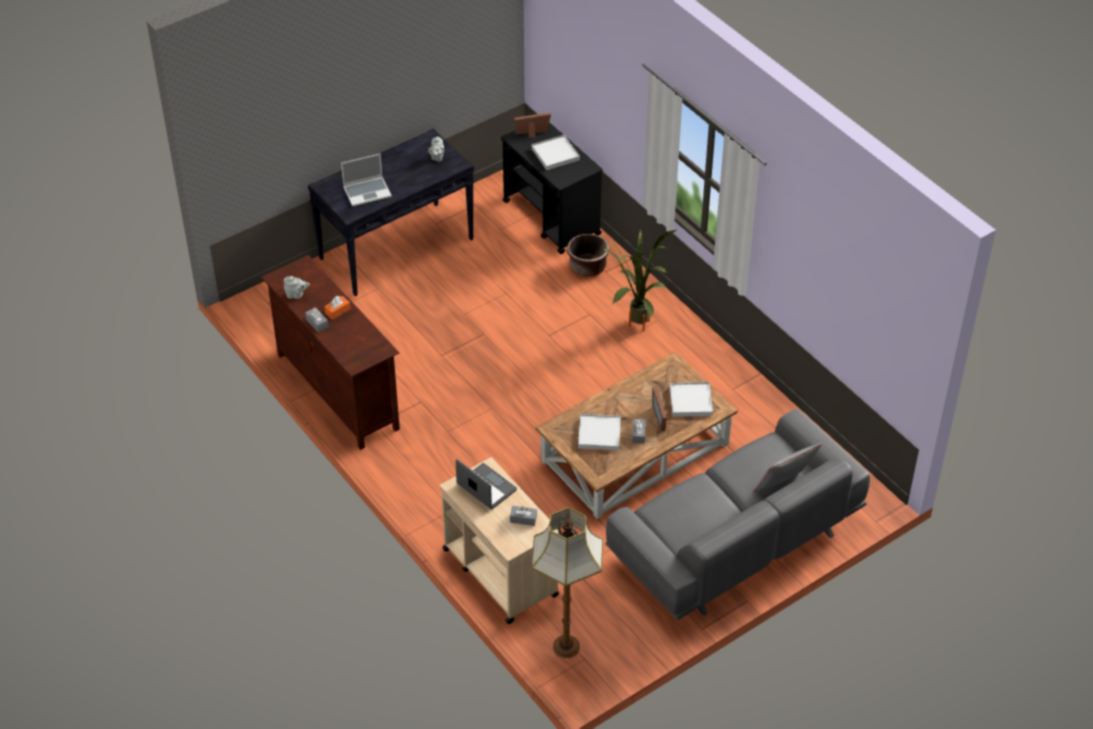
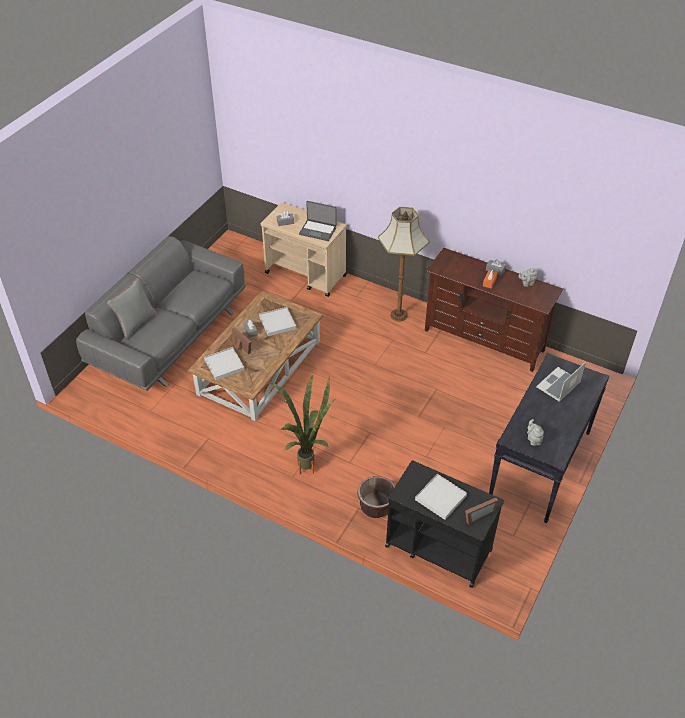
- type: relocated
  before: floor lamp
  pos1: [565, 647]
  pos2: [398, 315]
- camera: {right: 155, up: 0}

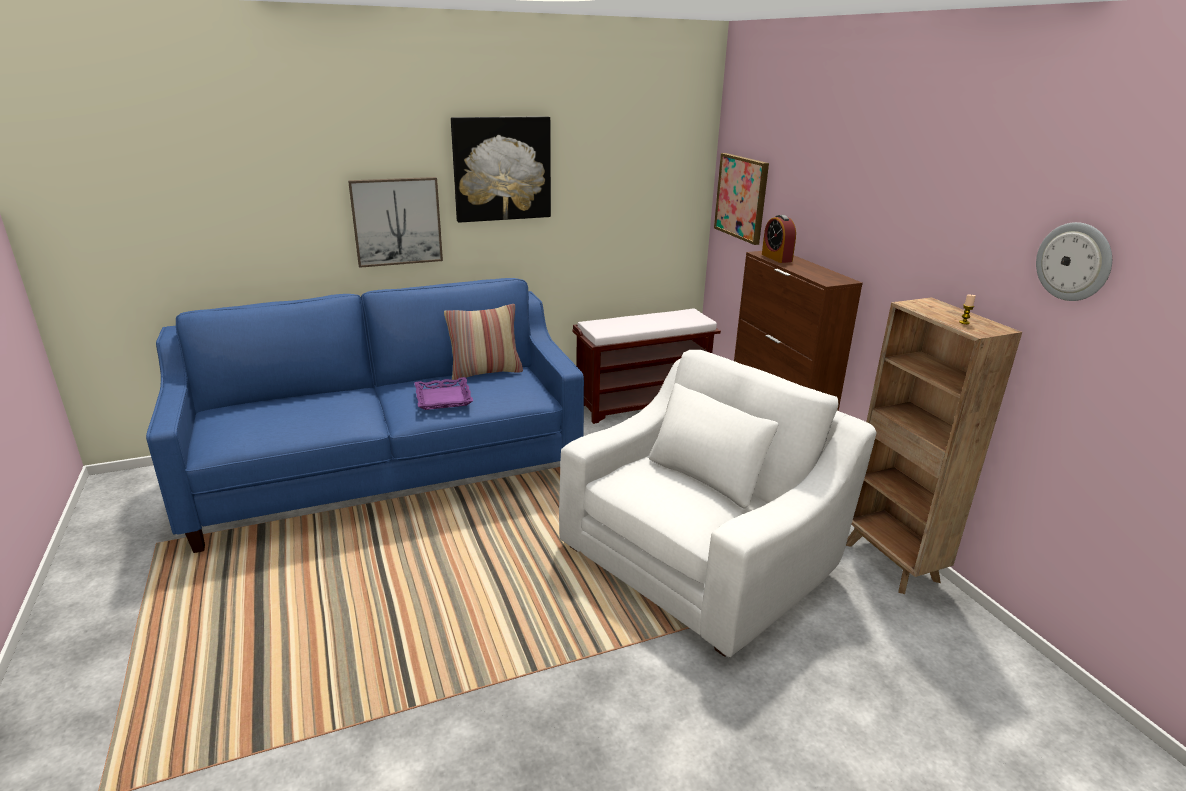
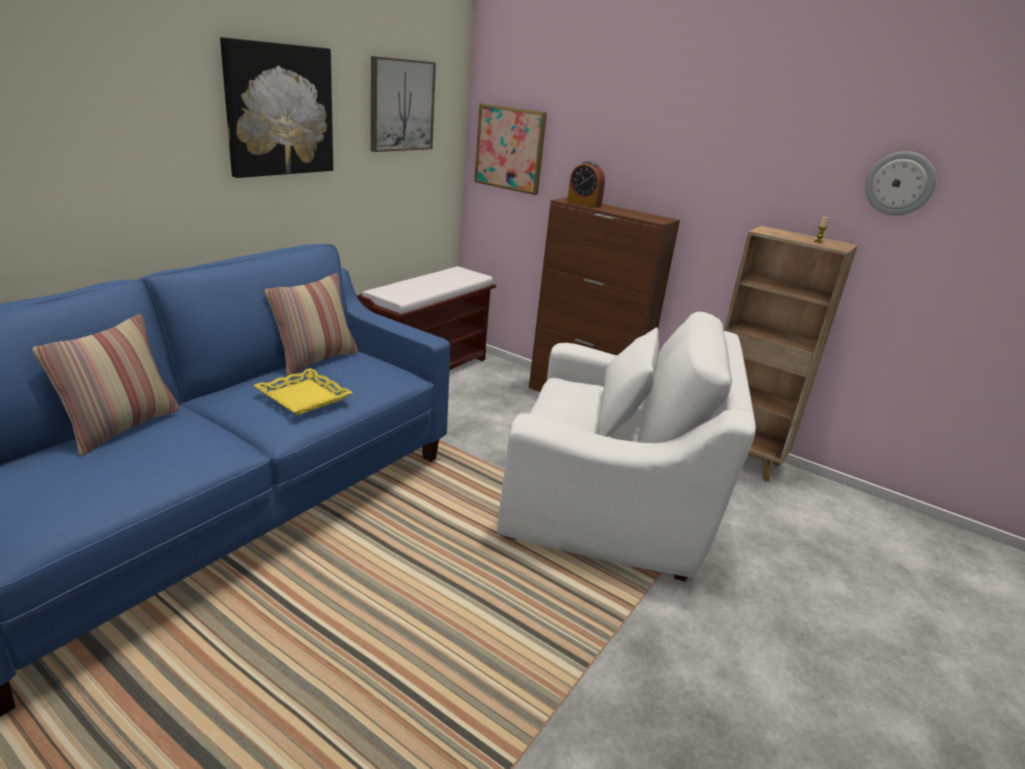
- type: appeared
  after: pillow
  pos2: [121, 427]
- type: relocated
  before: wall picture
  pos1: [397, 221]
  pos2: [401, 105]
- type: colour
  before: purple-coloured serving tray
  after: yellow serving tray
  pos1: [444, 398]
  pos2: [304, 397]
- type: spun
  before: white easy chair
  pos1: [700, 557]
  pos2: [613, 500]
  turn: 90
- camera: {right: -35, up: 0}

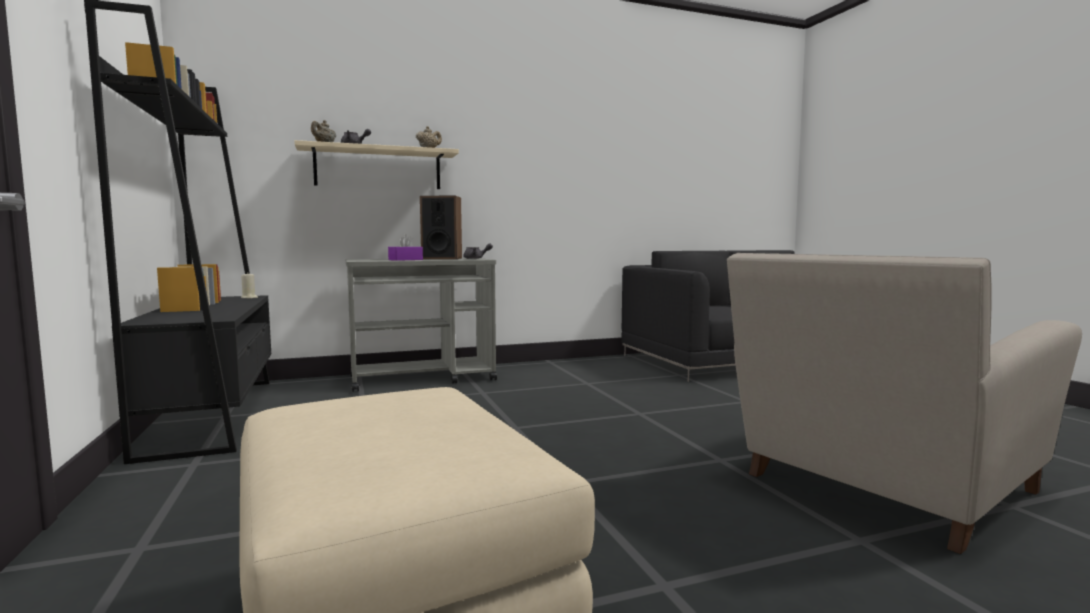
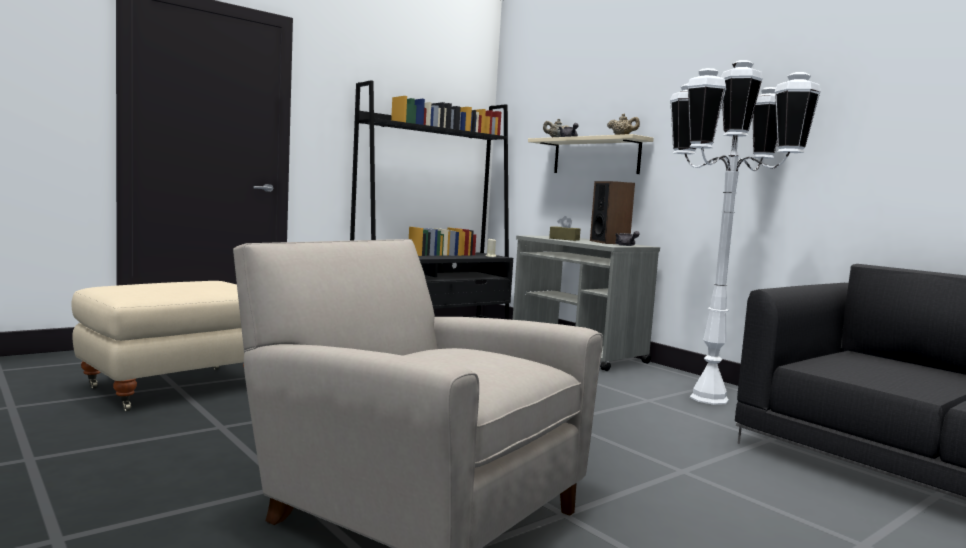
- type: appeared
  after: white floor lamp
  pos2: [710, 399]
- type: colour
  before: purple-coloured box of tissues
  after: brown box of tissues
  pos1: [405, 260]
  pos2: [564, 239]
- camera: {right: 70, up: 0}

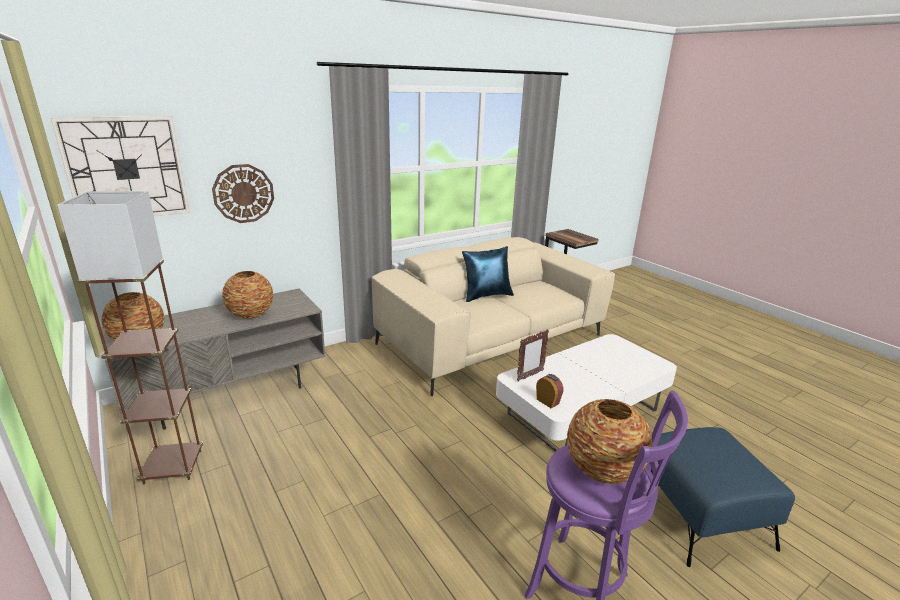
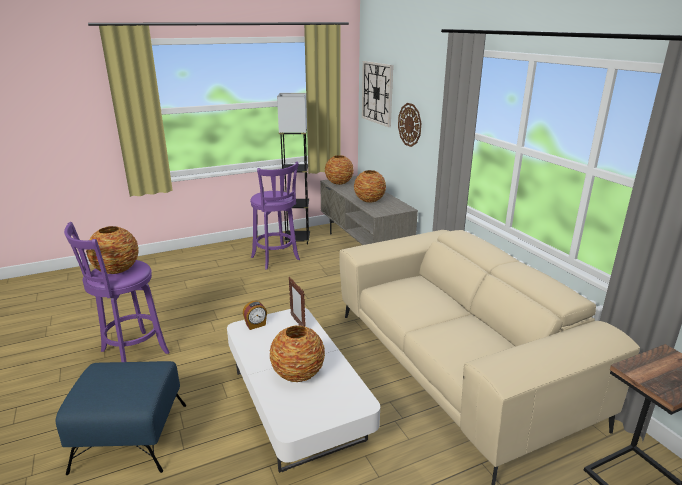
- type: missing
  before: bluish pillow
  pos1: [486, 295]
- type: appeared
  after: purple-coloured stool seat
  pos2: [276, 259]
- type: appeared
  after: flower vase
  pos2: [297, 374]
- type: colour
  before: brown floor lamp
  after: gray floor lamp
  pos1: [173, 466]
  pos2: [297, 240]
- camera: {right: 100, up: 0}

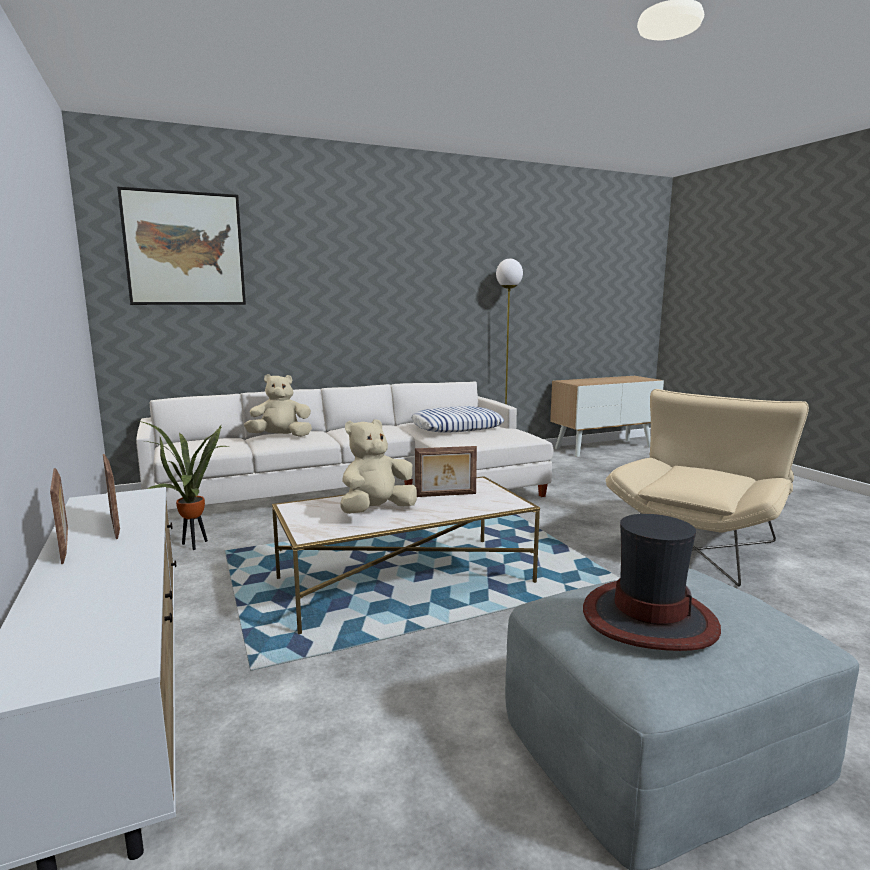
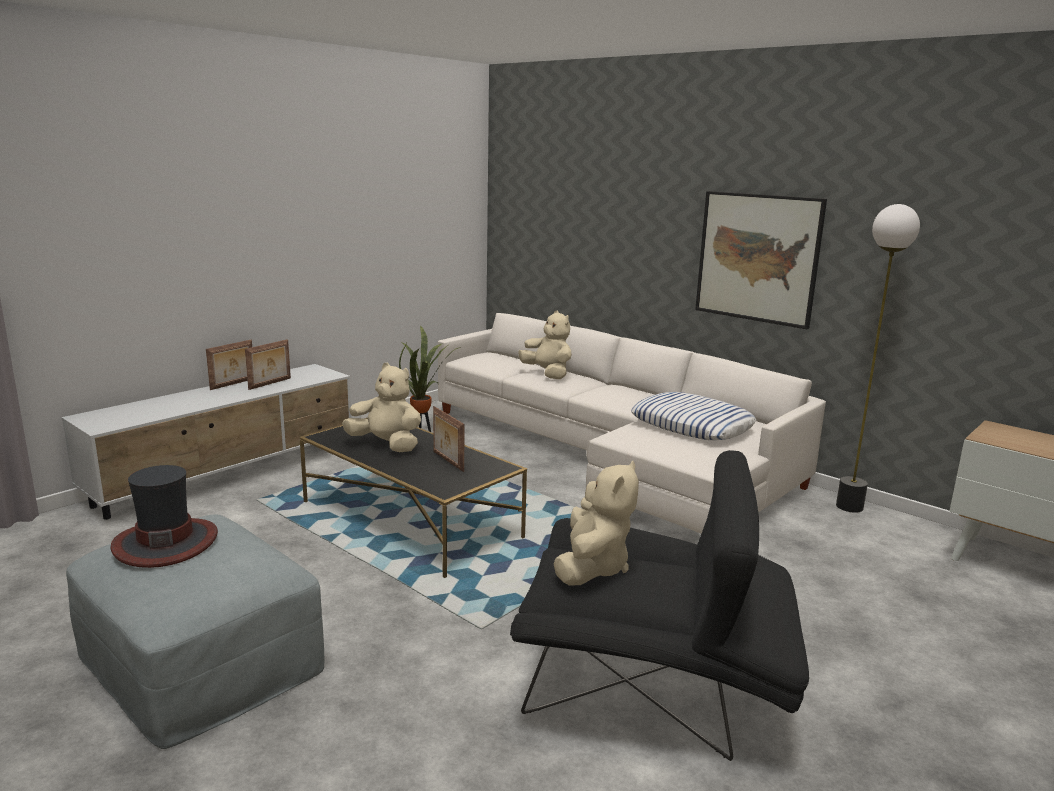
- type: appeared
  after: sand-coloured cuddly toy
  pos2: [592, 567]
- type: relocated
  before: wall picture
  pos1: [185, 249]
  pos2: [758, 258]
- type: colour
  before: white lounge table
  after: blackish lounge table
  pos1: [406, 581]
  pos2: [410, 520]
- type: colour
  before: sand-coloured easy chair
  after: blackish easy chair
  pos1: [700, 543]
  pos2: [653, 685]
- camera: {right: 65, up: 5}

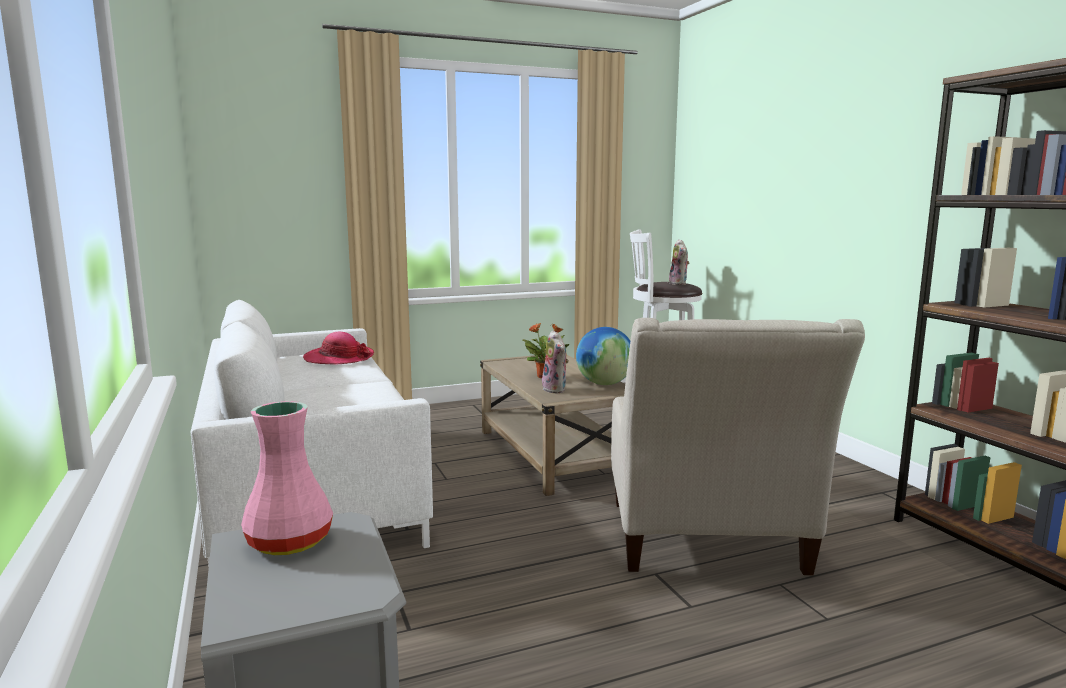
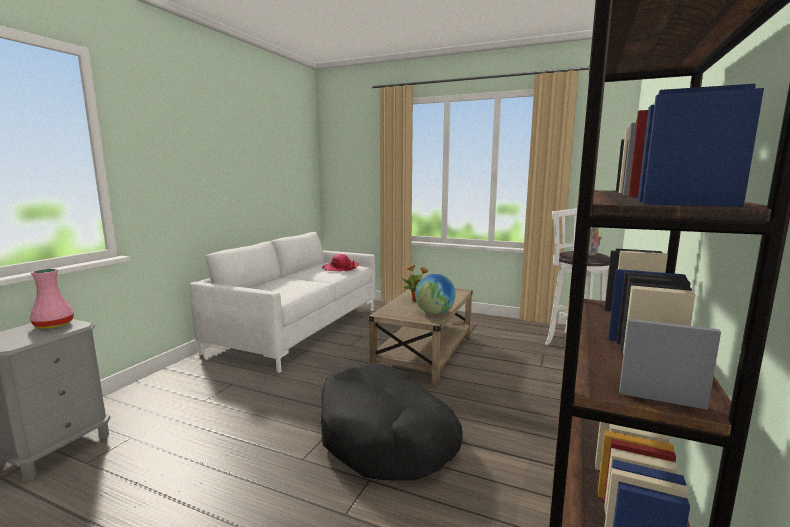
- type: missing
  before: cuddly toy
  pos1: [556, 389]
- type: exchanged
  before: sand-coloured easy chair
  after: blackish dog bed
  pos1: [707, 544]
  pos2: [386, 436]
- camera: {right: 45, up: 0}

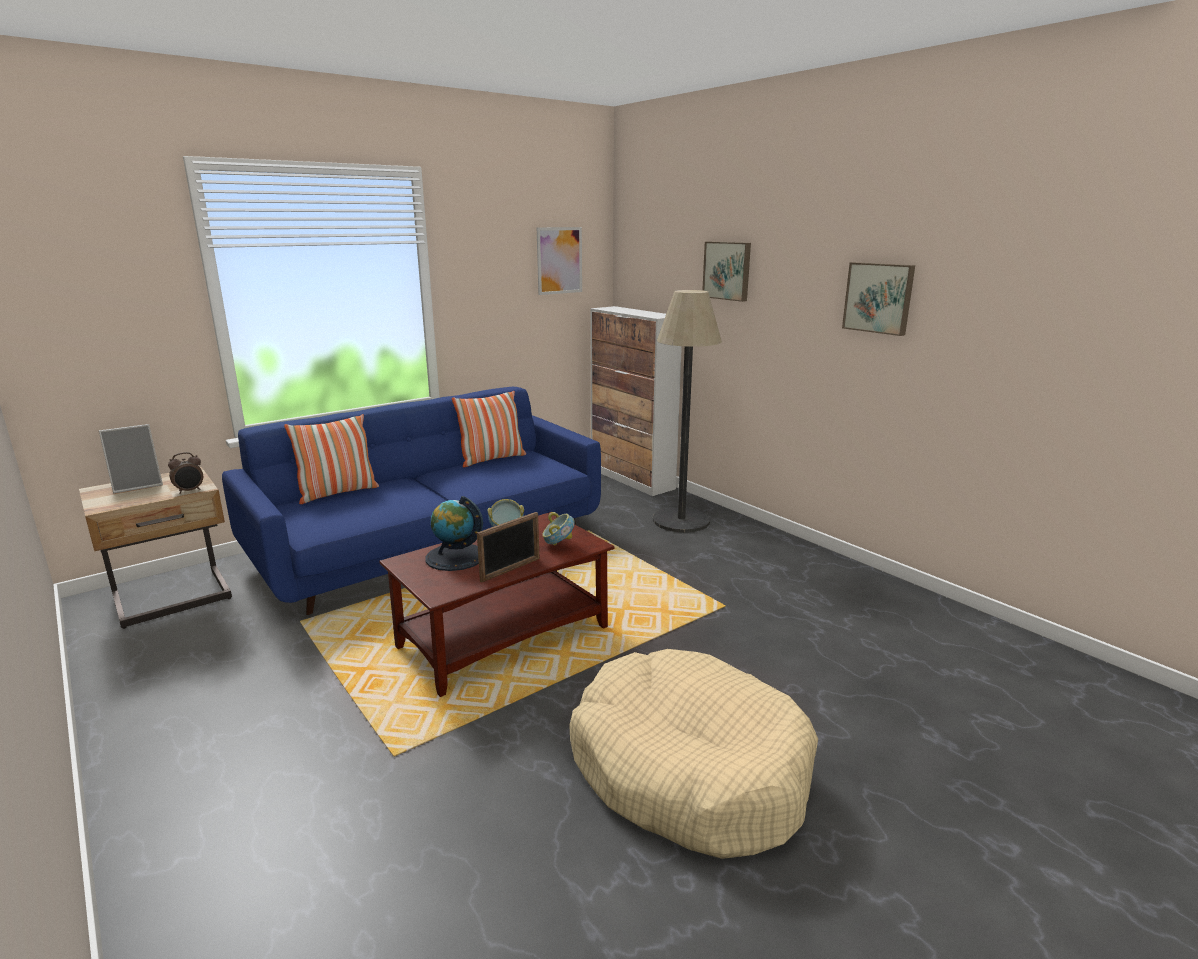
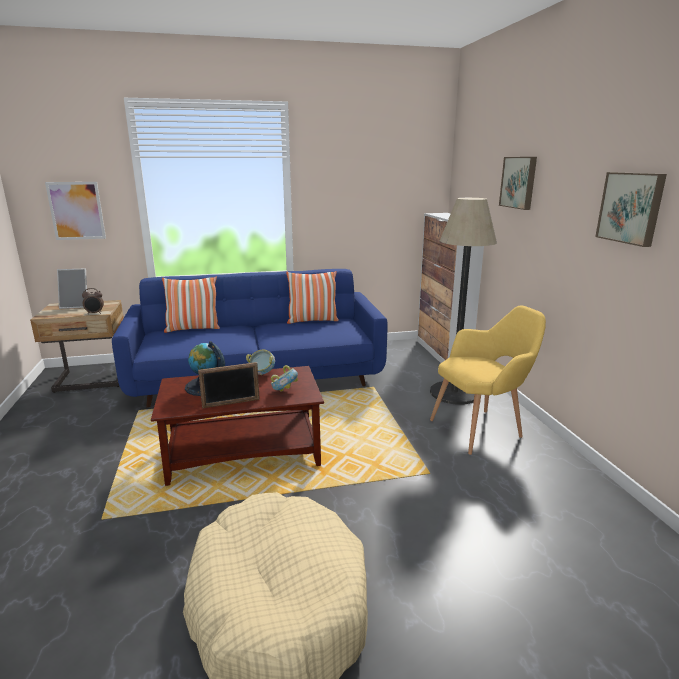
- type: appeared
  after: yellow easy chair
  pos2: [482, 429]
- type: relocated
  before: wall picture
  pos1: [559, 260]
  pos2: [76, 211]
- camera: {right: 25, up: 0}

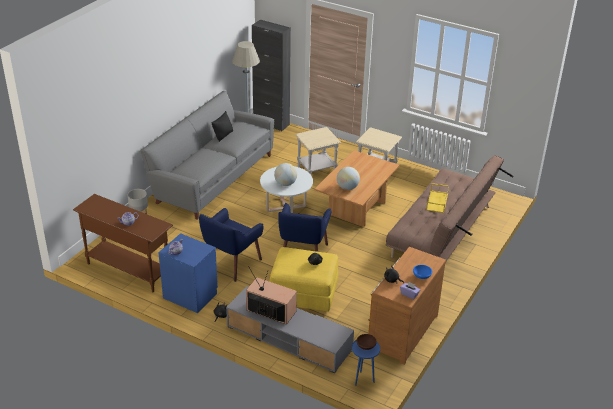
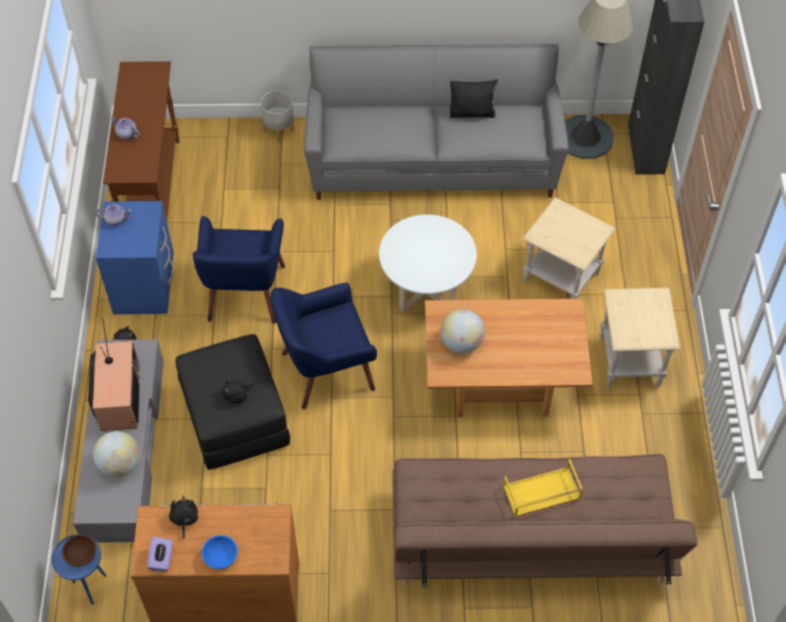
- type: relocated
  before: globe
  pos1: [285, 184]
  pos2: [120, 465]
- type: colour
  before: yellow ottoman
  after: blackish ottoman
  pos1: [304, 293]
  pos2: [236, 417]
- type: spun
  before: bluish easy chair
  pos1: [231, 263]
  pos2: [245, 293]
  turn: -90
- camera: {right: 60, up: 20}

